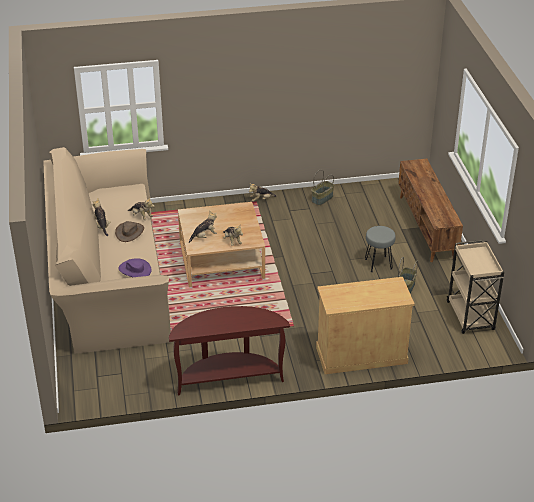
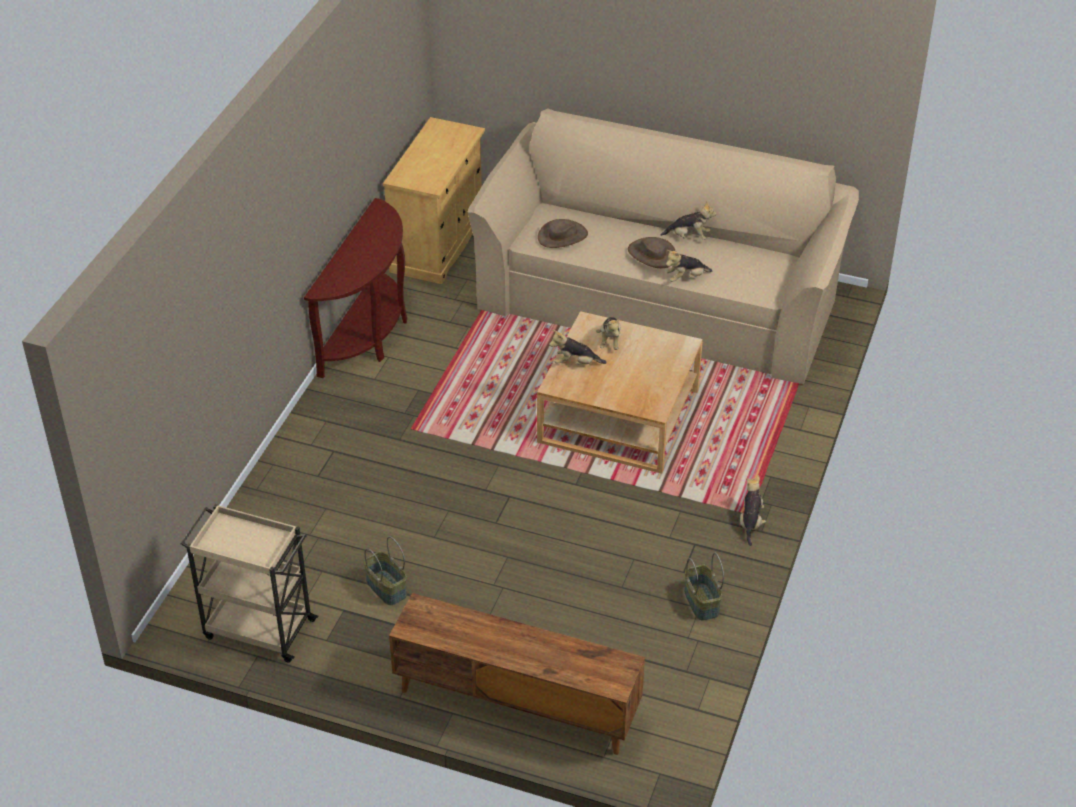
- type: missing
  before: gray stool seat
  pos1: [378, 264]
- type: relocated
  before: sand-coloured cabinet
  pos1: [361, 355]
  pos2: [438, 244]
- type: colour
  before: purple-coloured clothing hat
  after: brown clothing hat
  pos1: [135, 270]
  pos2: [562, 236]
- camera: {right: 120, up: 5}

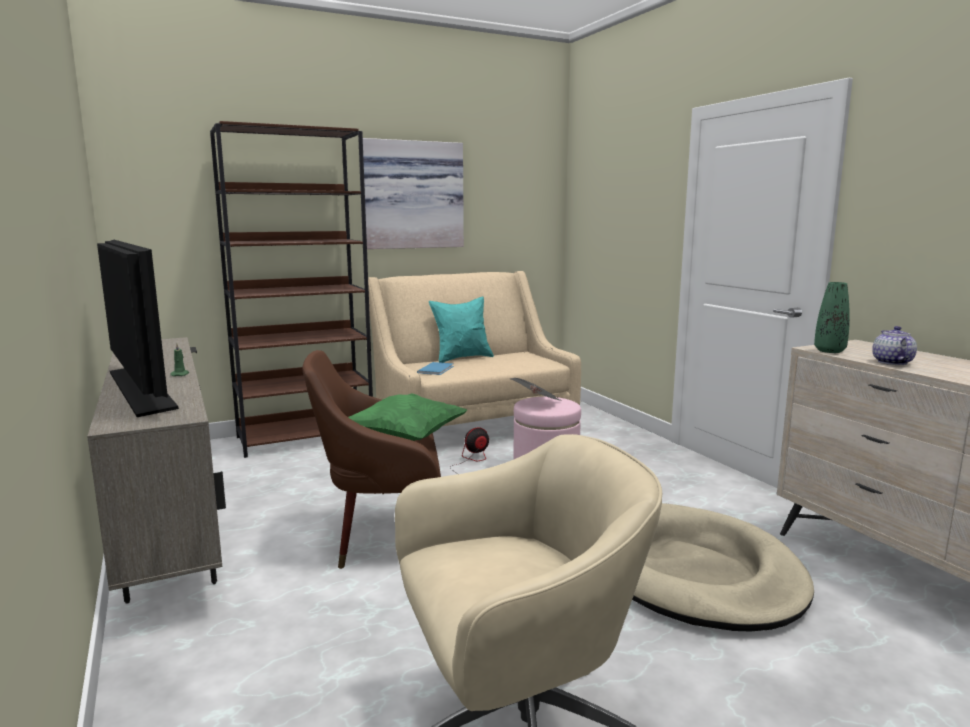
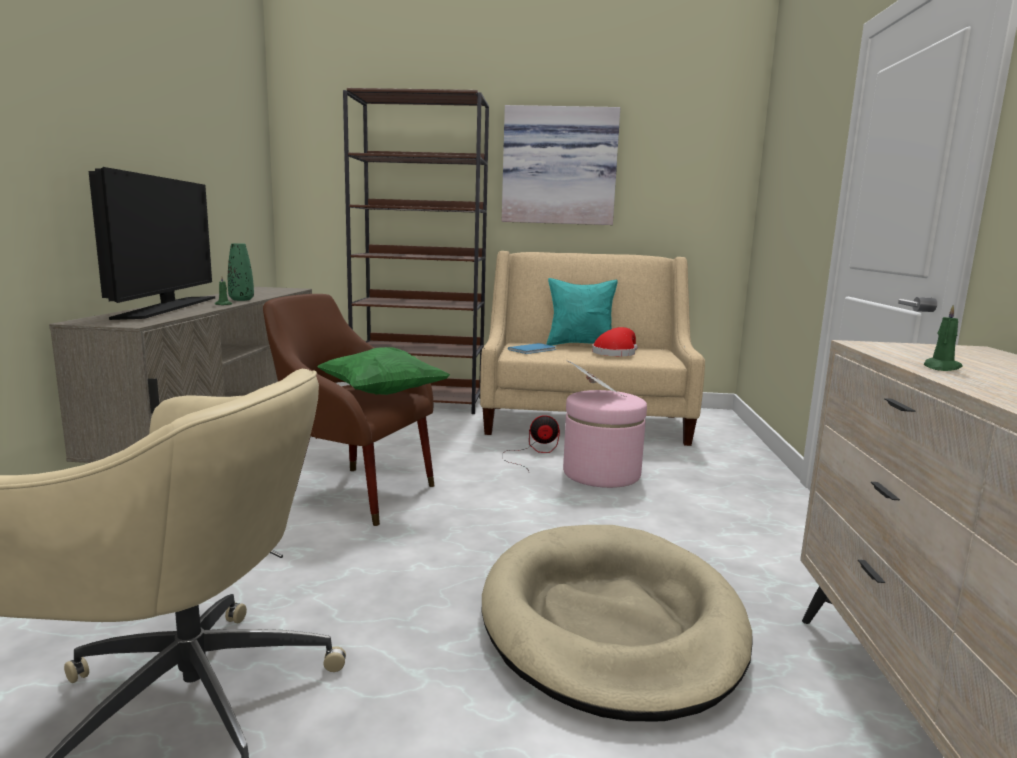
- type: appeared
  after: red clothing hat
  pos2: [615, 353]
- type: relocated
  before: green-coloured flower vase
  pos1: [829, 351]
  pos2: [241, 299]
- type: exchanged
  before: pot for tea
  after: green-coloured wax candle
  pos1: [891, 362]
  pos2: [941, 368]
- camera: {right: 30, up: 0}

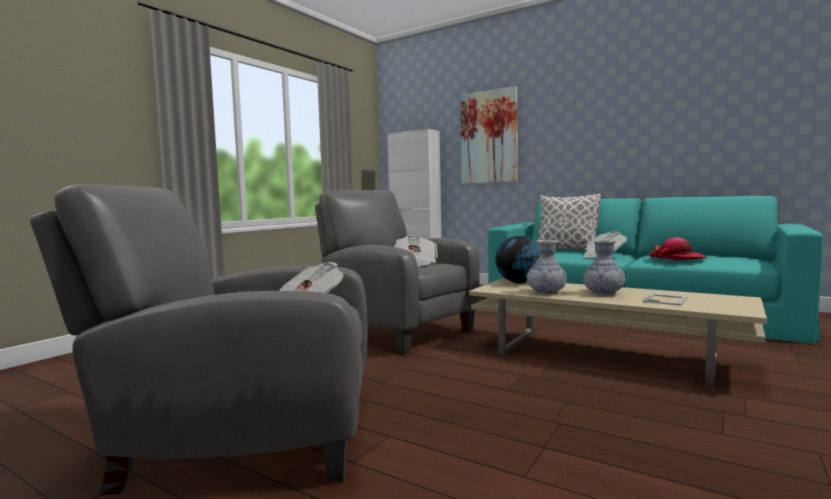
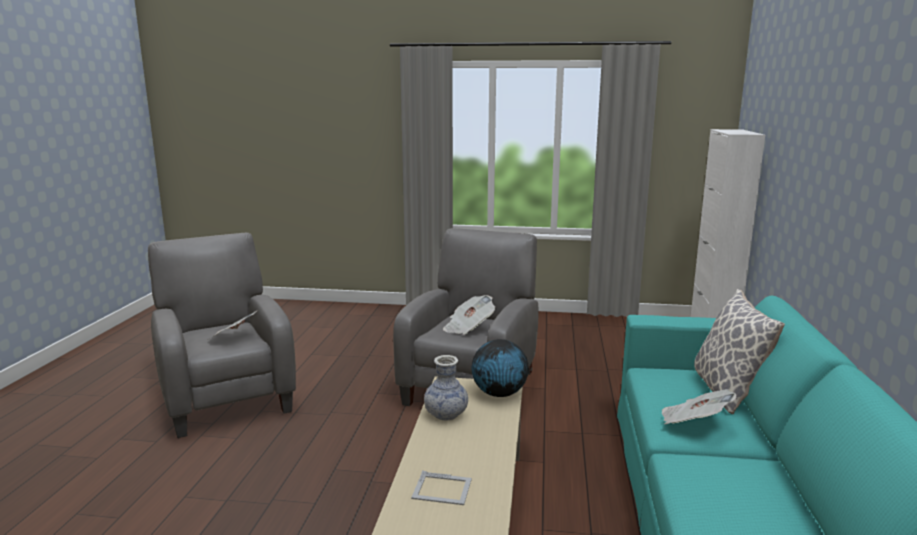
- type: missing
  before: wall picture
  pos1: [489, 137]
- type: missing
  before: flower vase
  pos1: [603, 293]
- type: missing
  before: clothing hat
  pos1: [676, 258]
- camera: {right: 65, up: 10}

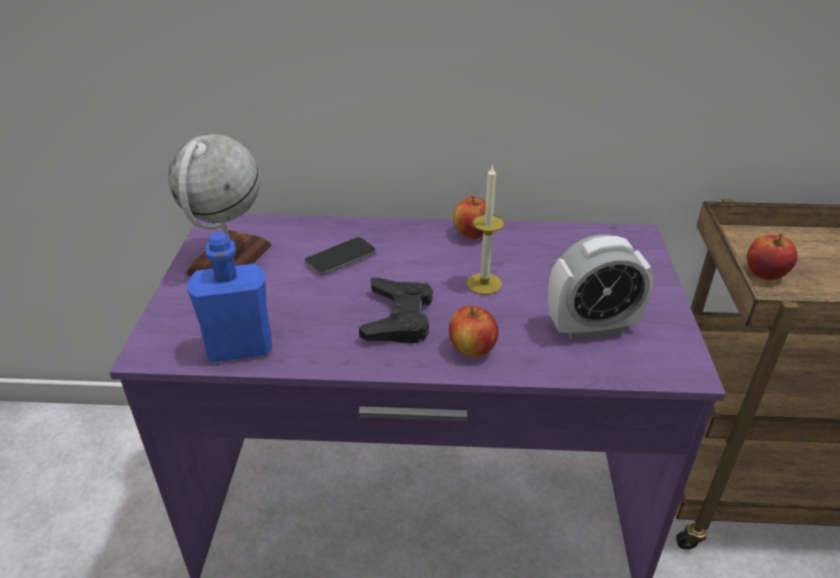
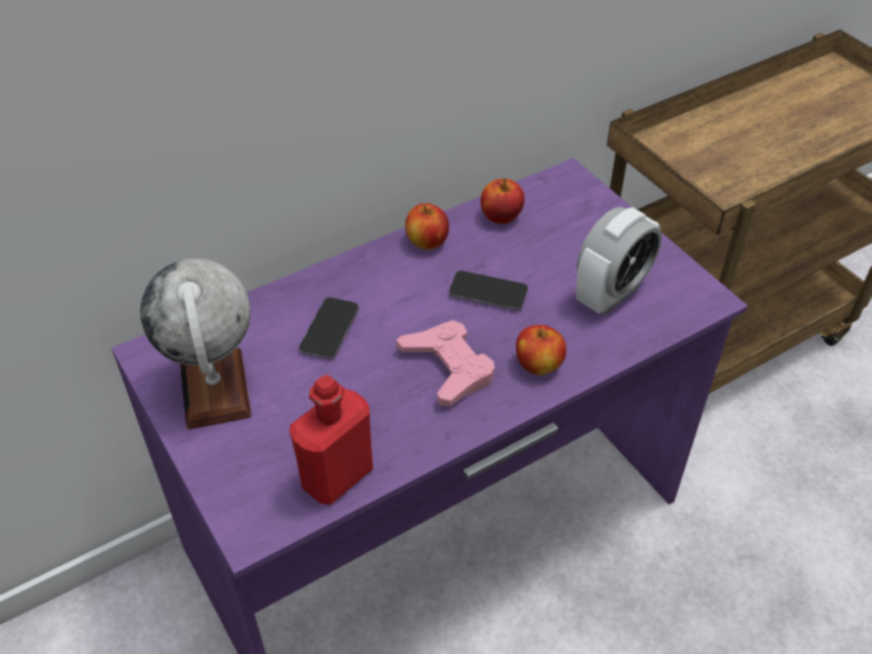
- type: relocated
  before: apple
  pos1: [764, 274]
  pos2: [501, 217]
- type: exchanged
  before: wax candle
  after: telephone
  pos1: [484, 284]
  pos2: [488, 293]
- type: colour
  before: bluish beverage bottle
  after: red beverage bottle
  pos1: [240, 348]
  pos2: [337, 476]
- type: colour
  before: blackish gamepad
  after: pink-coloured gamepad
  pos1: [398, 318]
  pos2: [448, 367]
- camera: {right: -35, up: 10}

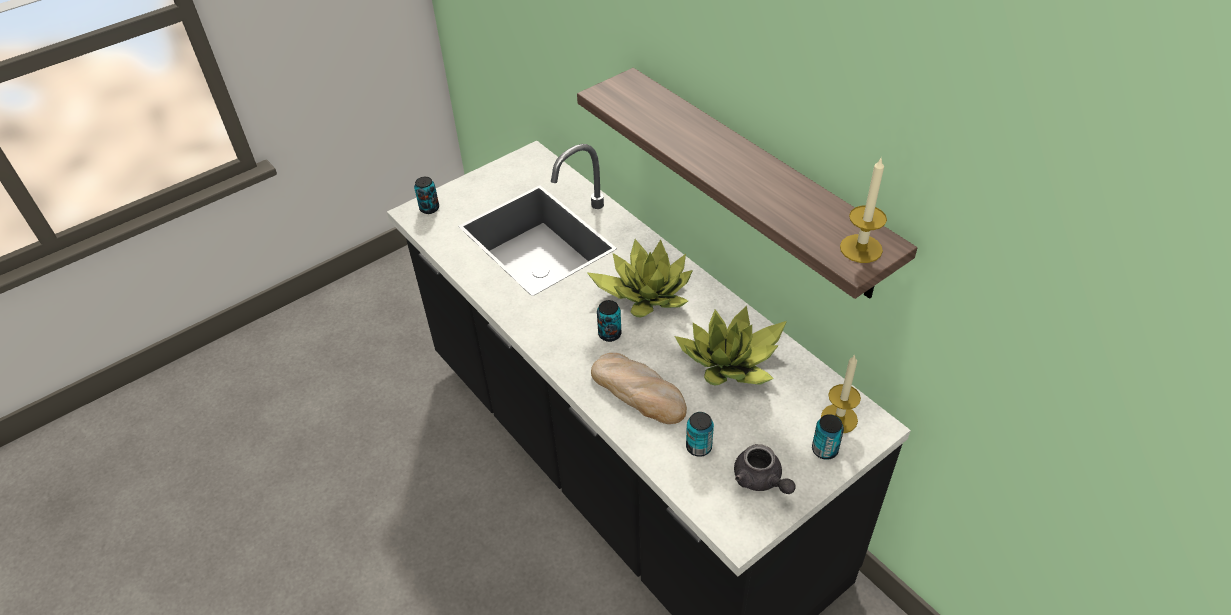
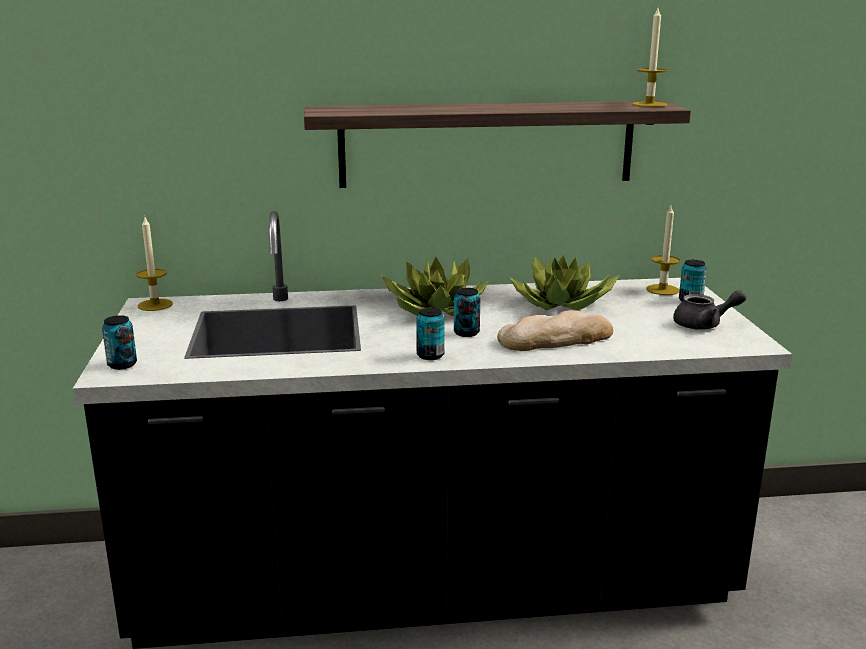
- type: appeared
  after: wax candle
  pos2: [155, 305]
- type: relocated
  before: can
  pos1: [698, 447]
  pos2: [430, 355]
- camera: {right: -60, up: -25}

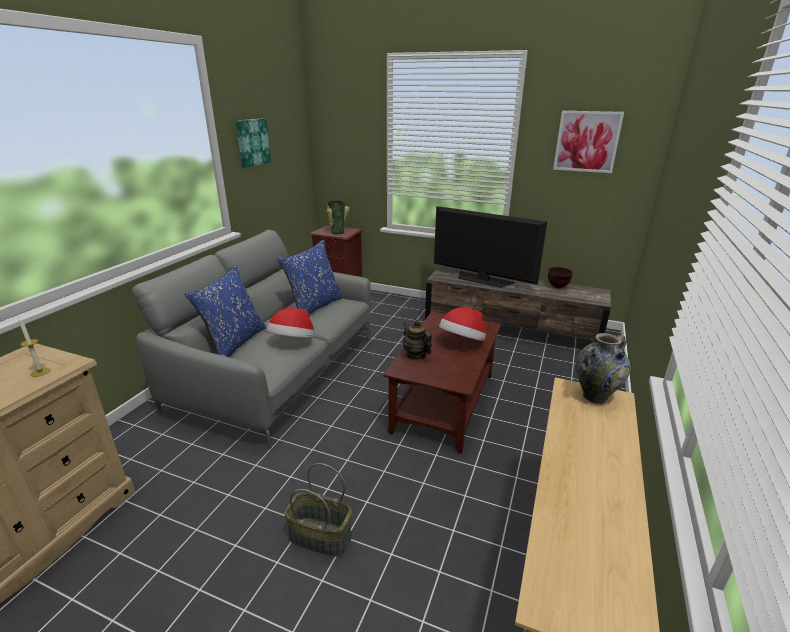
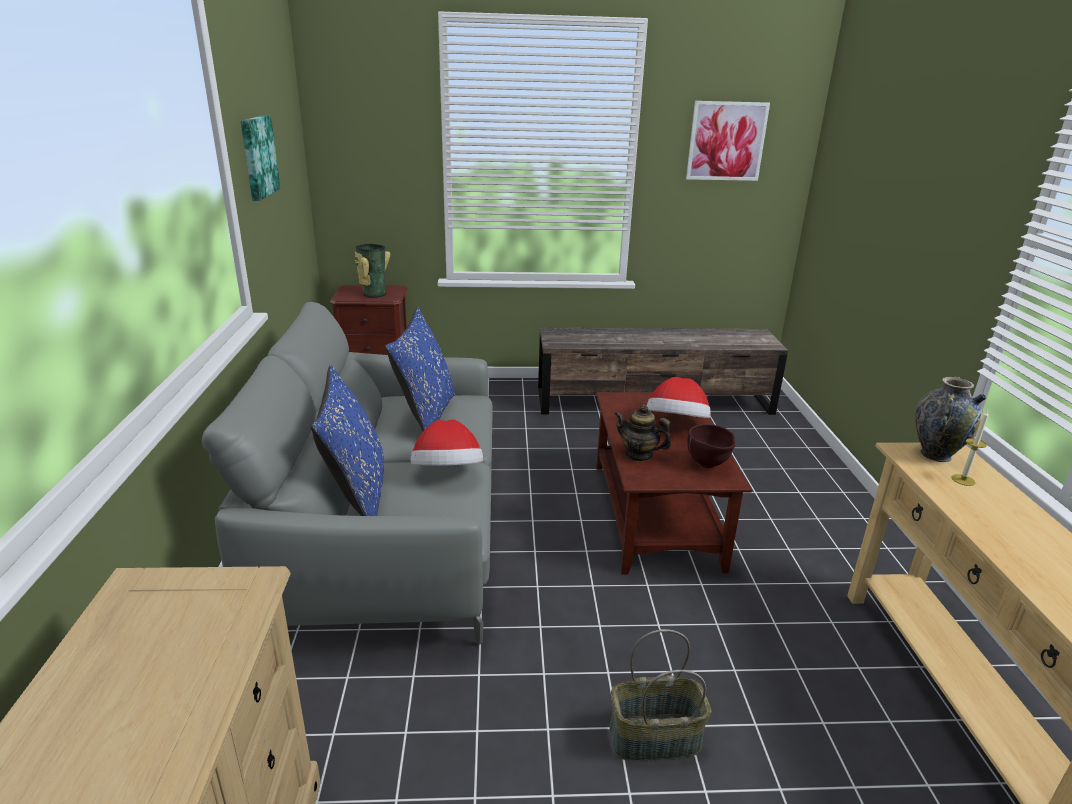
- type: missing
  before: television
  pos1: [482, 280]
- type: relocated
  before: wax candle
  pos1: [40, 372]
  pos2: [963, 480]
- type: relocated
  before: brown bowl
  pos1: [558, 287]
  pos2: [708, 465]
- camera: {right: -25, up: 0}

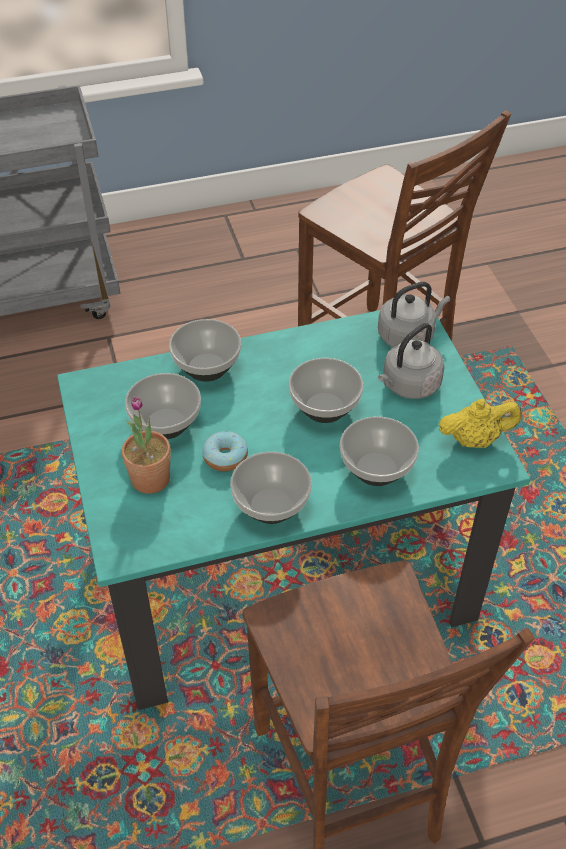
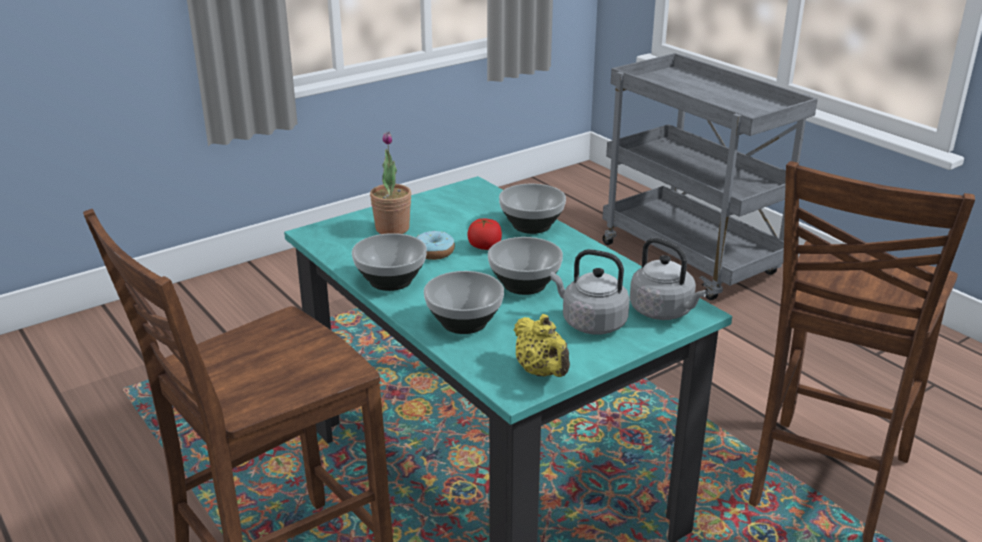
- type: missing
  before: bowl
  pos1: [167, 424]
- type: appeared
  after: whole tomato
  pos2: [485, 247]
- camera: {right: 70, up: -20}

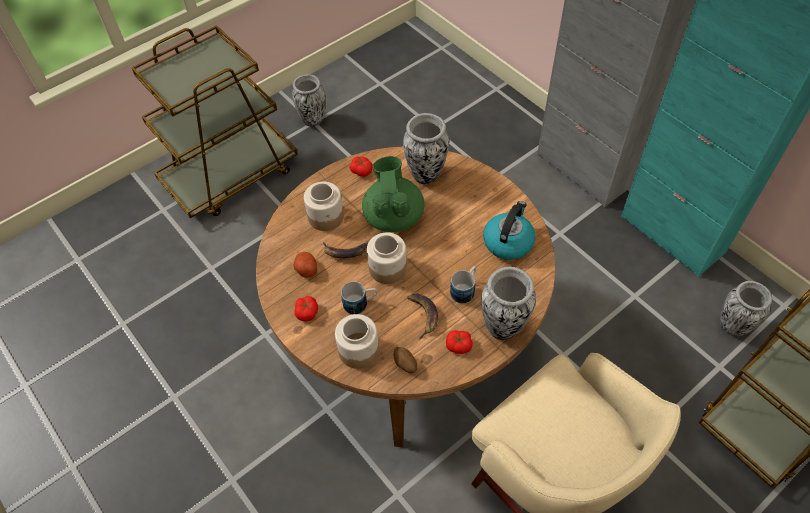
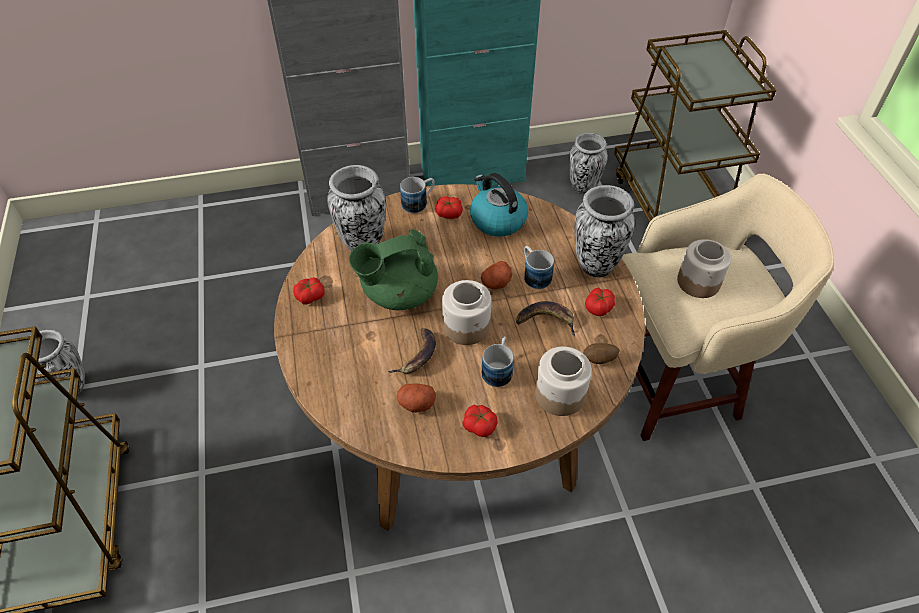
- type: appeared
  after: tea mug
  pos2: [419, 202]
- type: appeared
  after: whole tomato
  pos2: [449, 213]
- type: appeared
  after: potato
  pos2: [496, 283]
- type: relocated
  before: preserve jar
  pos1: [326, 217]
  pos2: [699, 282]
- type: spun
  before: green-coloured pot for tea
  pos1: [393, 216]
  pos2: [398, 294]
  turn: -45
- camera: {right: -65, up: -5}

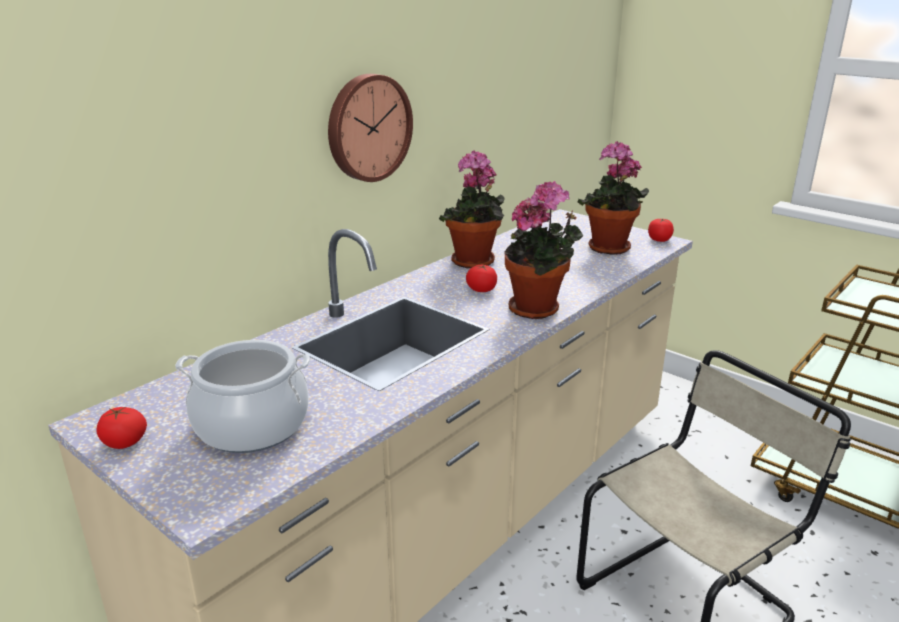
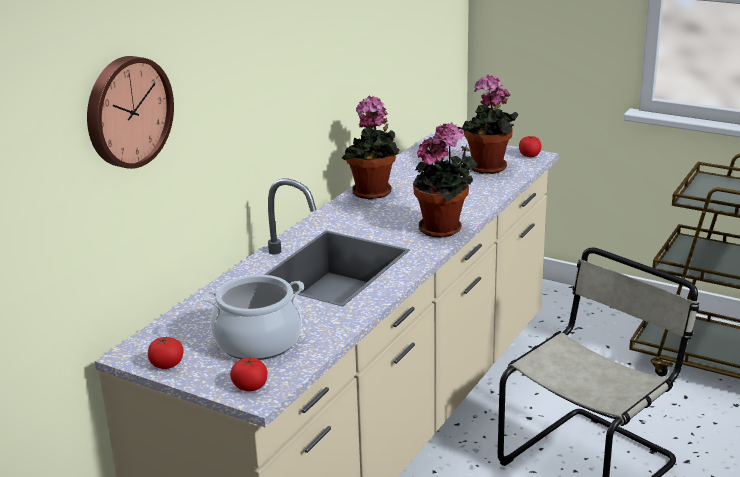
- type: relocated
  before: hanging clock
  pos1: [367, 127]
  pos2: [126, 111]
- type: relocated
  before: whole tomato
  pos1: [481, 289]
  pos2: [250, 386]
- camera: {right: -10, up: 0}

